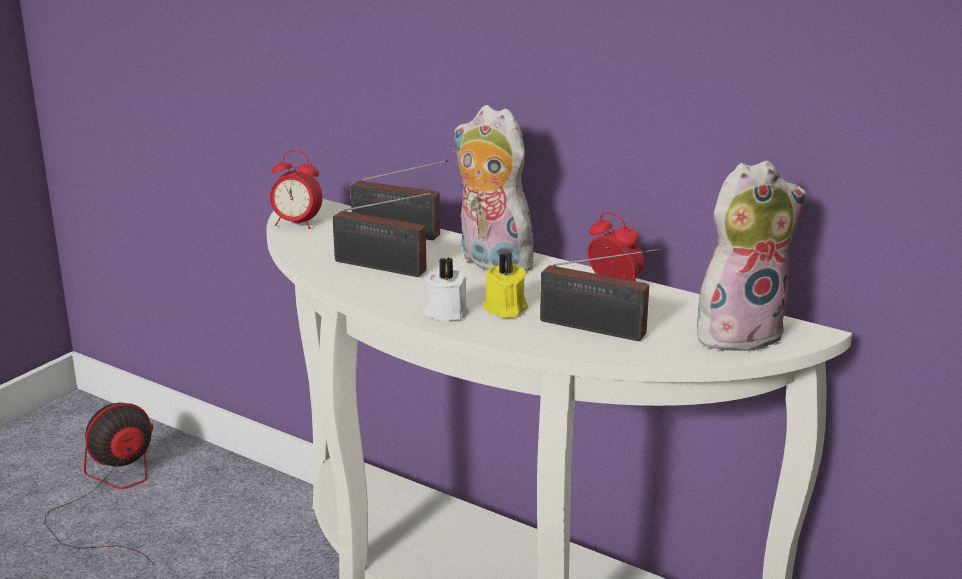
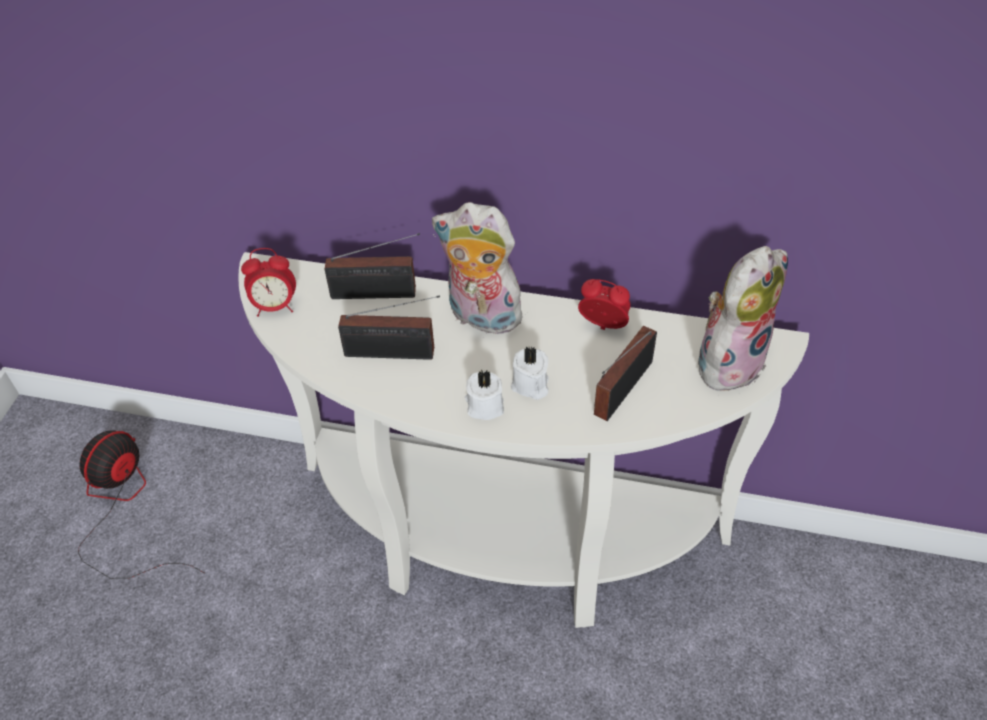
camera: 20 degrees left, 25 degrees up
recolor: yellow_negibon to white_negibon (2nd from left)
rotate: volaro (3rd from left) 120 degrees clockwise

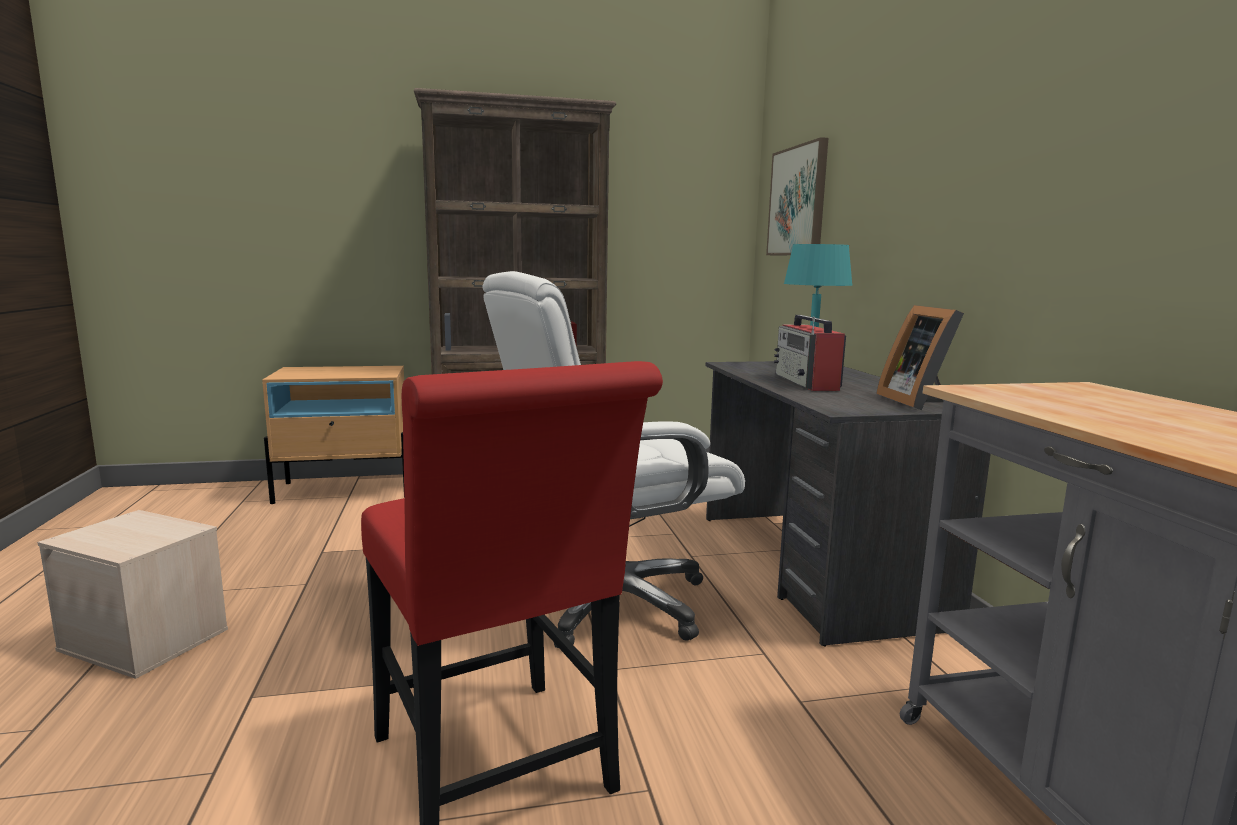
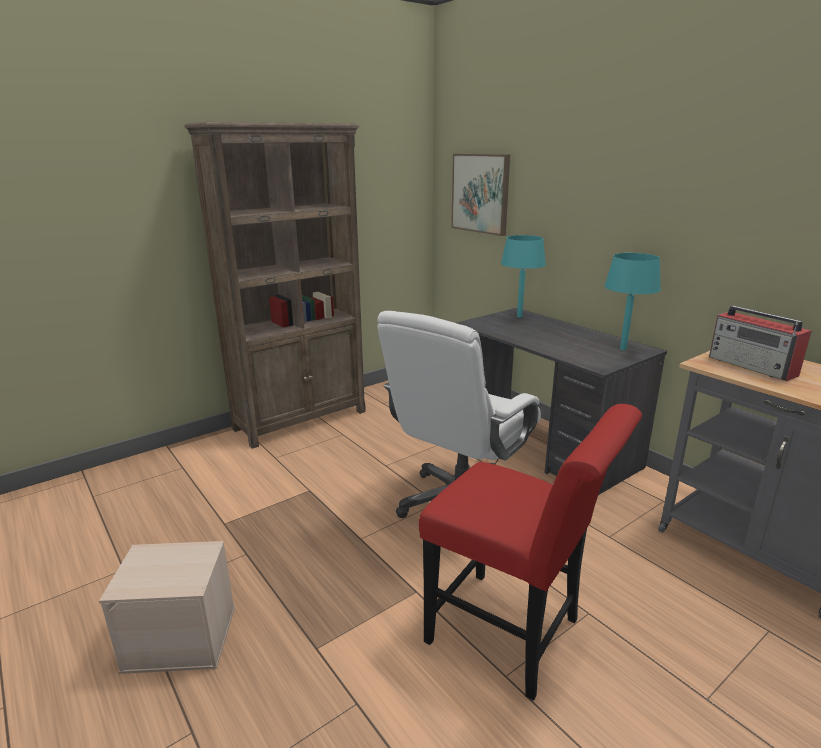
camera: 25 degrees left, 10 degrees up
delete: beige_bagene
move: volaro
replace: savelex to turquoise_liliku (2nd from left)

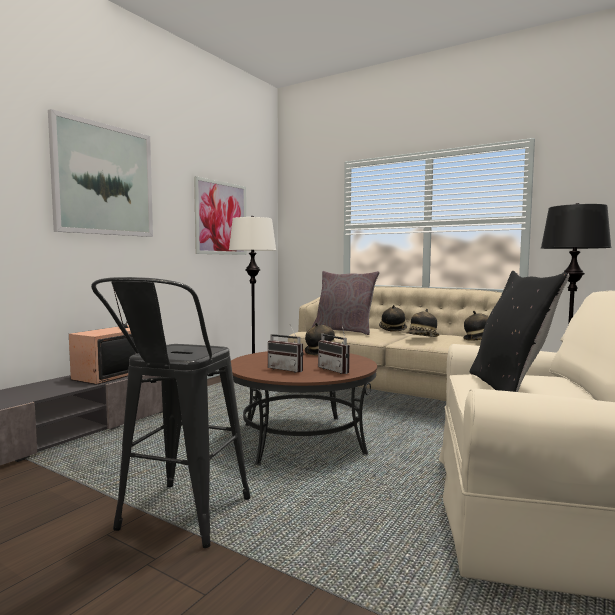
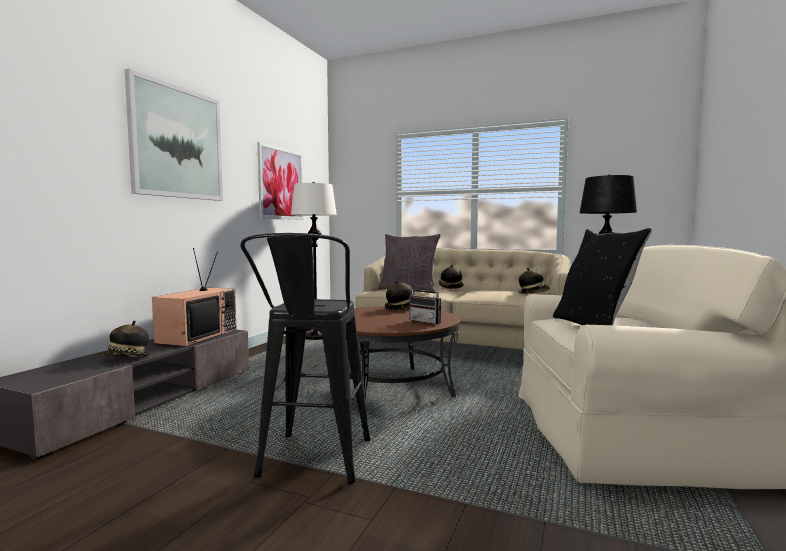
camera: 10 degrees left, 0 degrees up
delete: volaro (1st from left)
move: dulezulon (3rd from left in the first image) to dulezulon (1st from left)

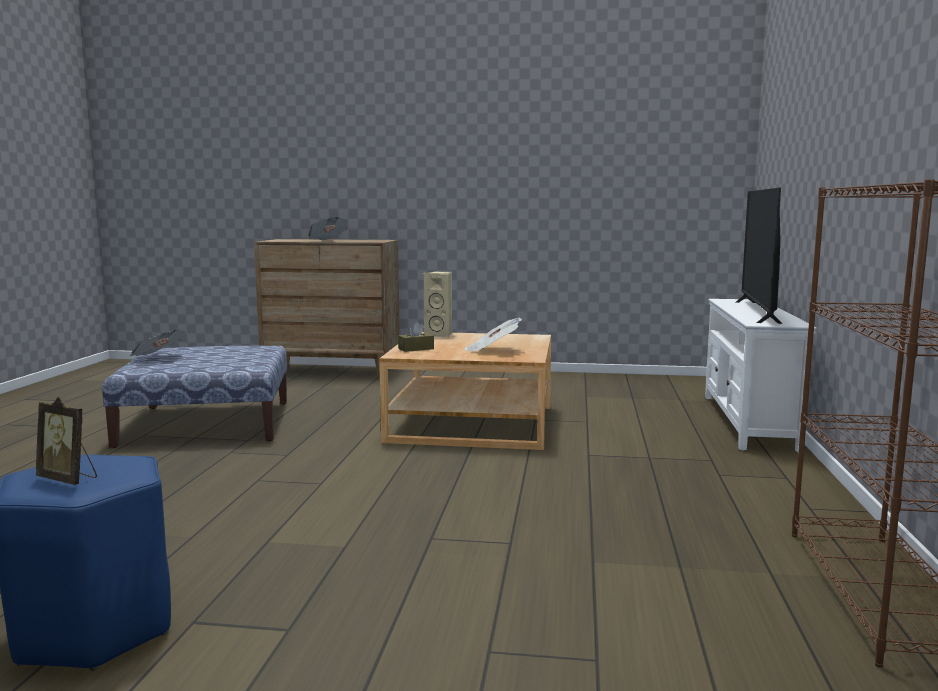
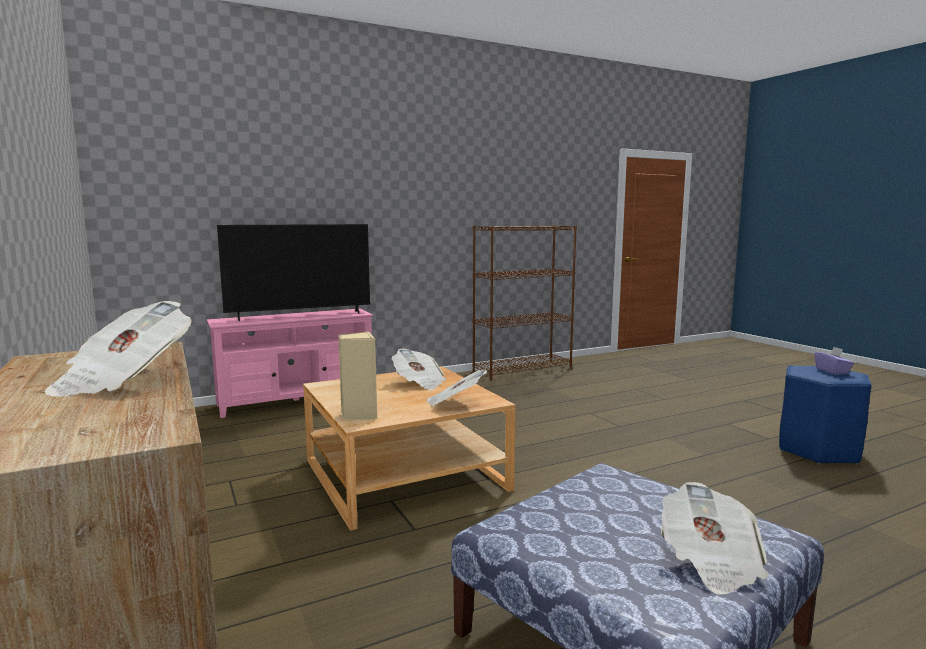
camera: 125 degrees left, 0 degrees up
replace: savelex to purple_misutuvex; brown_misutuvex to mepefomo (3rd from left)
recolor: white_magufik to pink_magufik

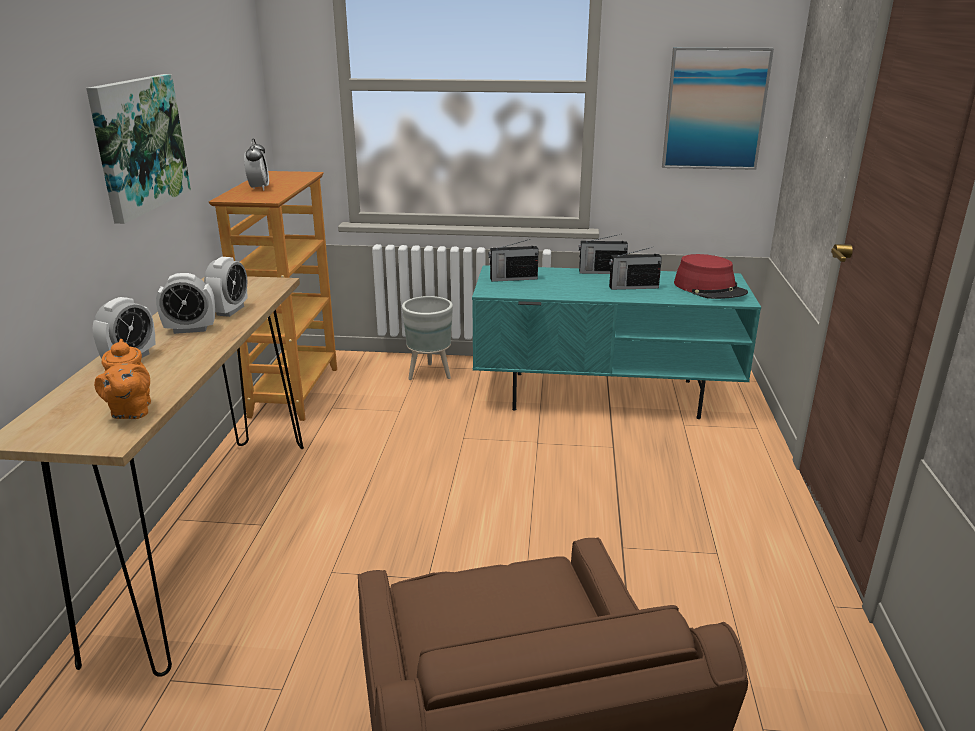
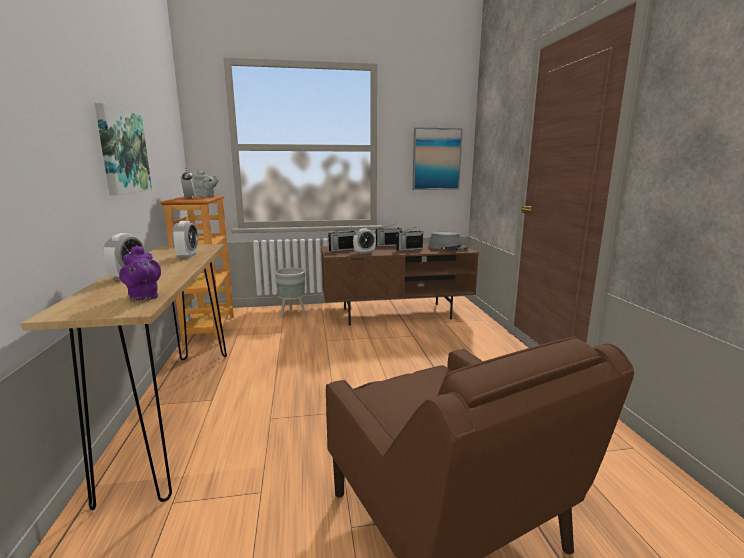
camera: 15 degrees left, 10 degrees down
insert: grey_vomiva
move: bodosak (2nd from left in the first image) to bodosak (4th from left)
recolor: orange_vomiva to purple_vomiva; turquoise_magufik to brown_magufik; red_dulezulon to grey_dulezulon

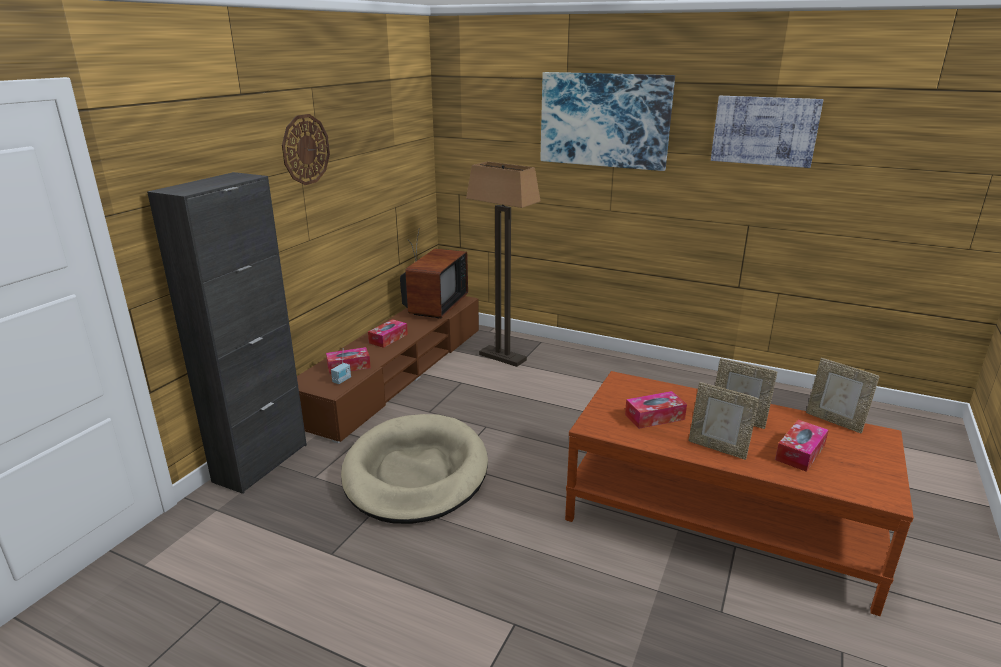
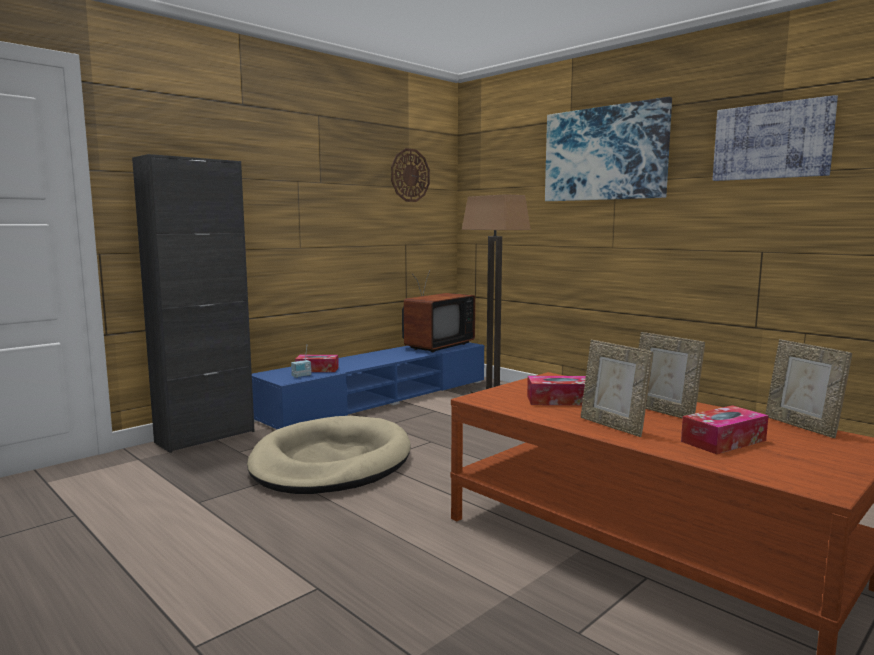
camera: 20 degrees right, 15 degrees down
delete: misutuvex (2nd from left)
move: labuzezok
recolor: brown_magufik to blue_magufik

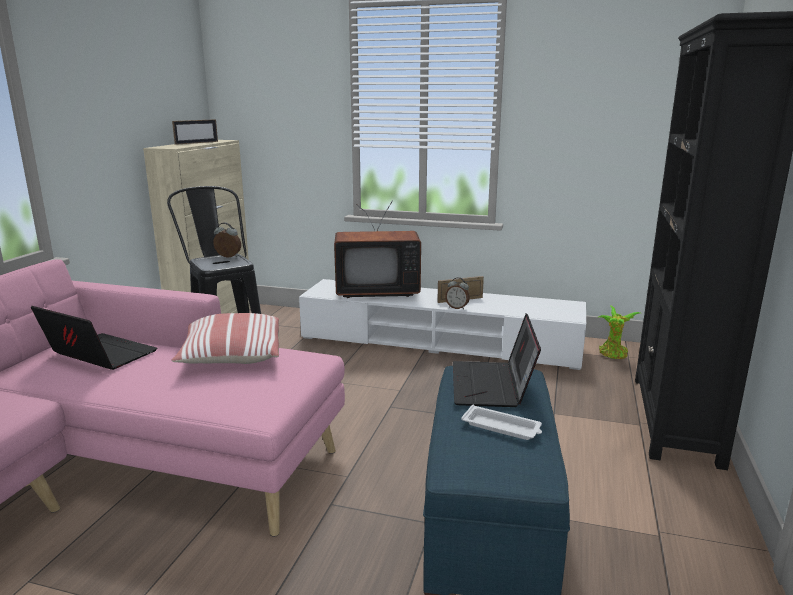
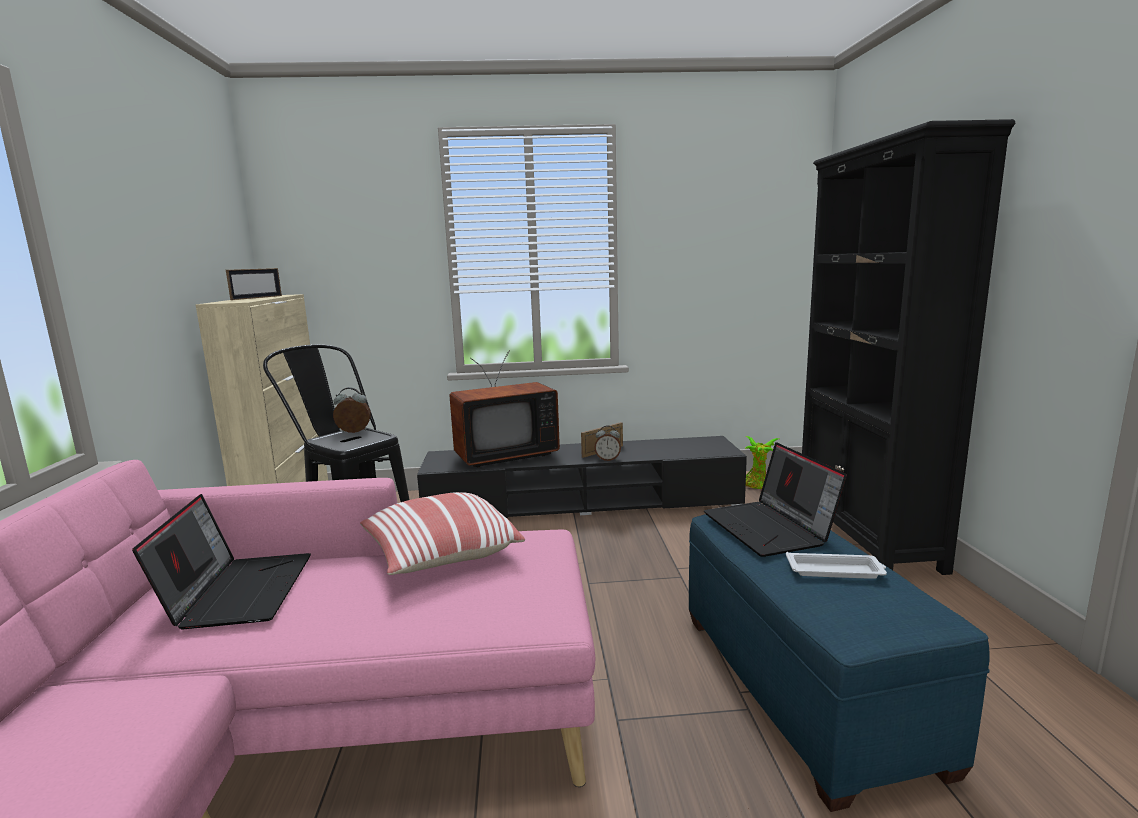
camera: 20 degrees left, 5 degrees down
recolor: white_magufik to black_magufik
rotate: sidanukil (1st from left) 75 degrees clockwise

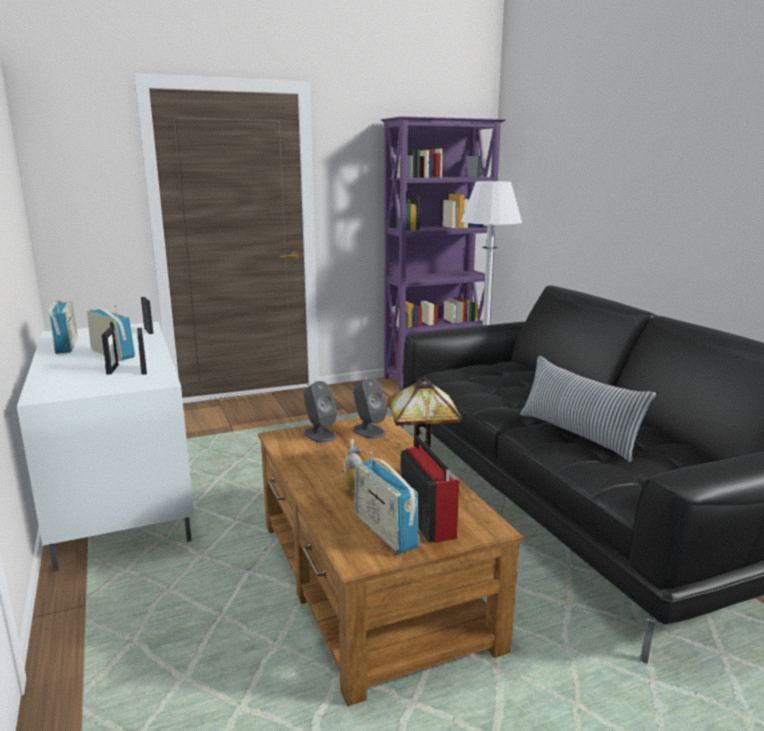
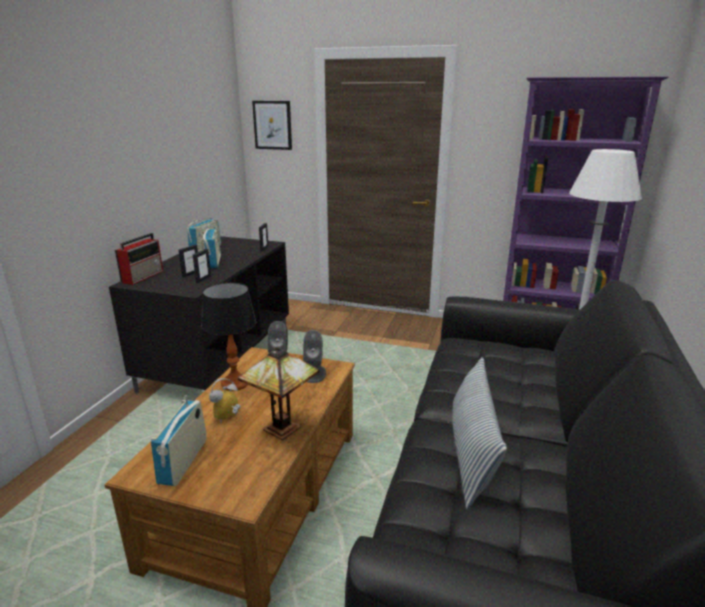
camera: 40 degrees right, 5 degrees up
insert: liliku (1st from left); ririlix
move: volaro (4th from left in the first image) to volaro (1st from left)
recolor: white_magufik to black_magufik

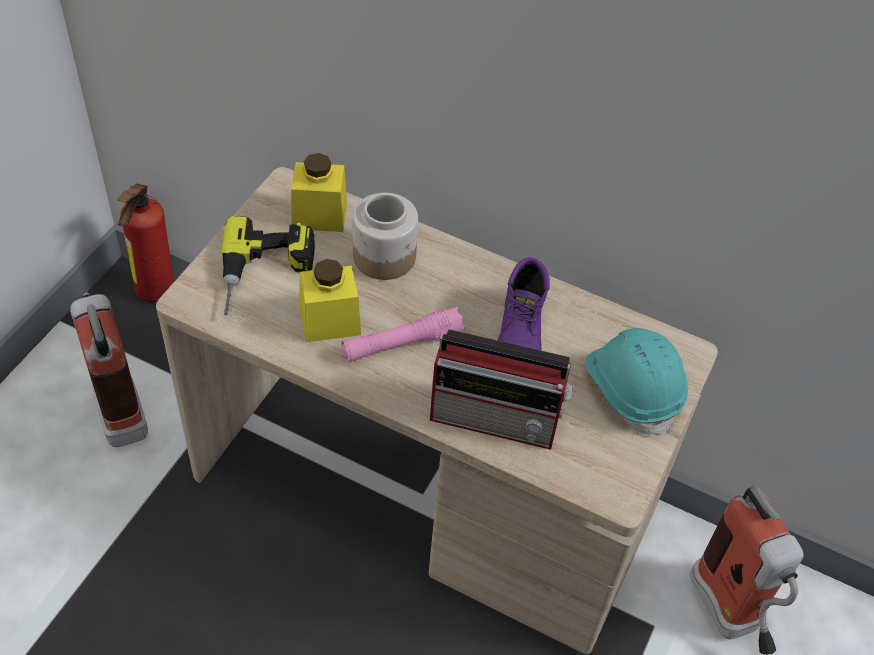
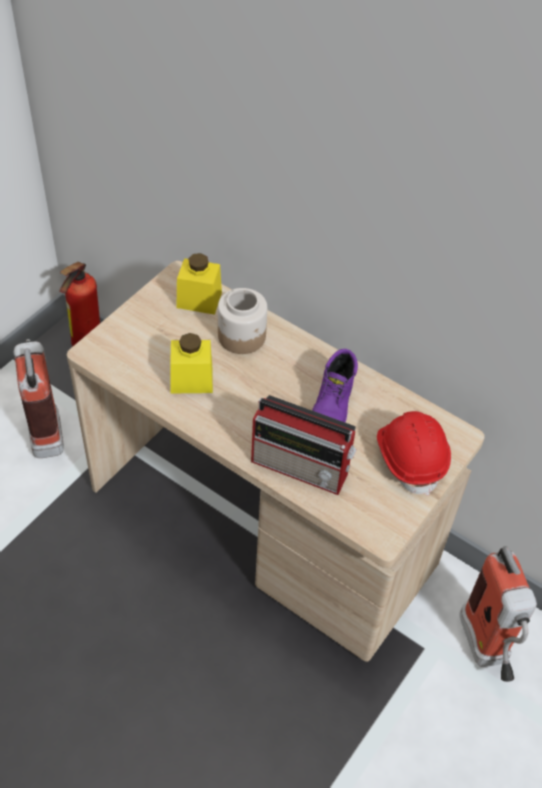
camera: 10 degrees right, 0 degrees up
delete: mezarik; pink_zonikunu
recolor: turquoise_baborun to red_baborun

